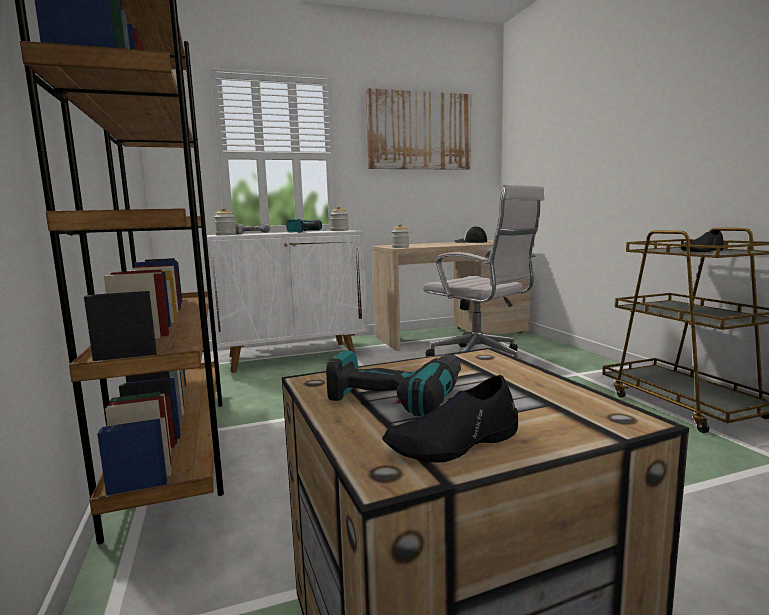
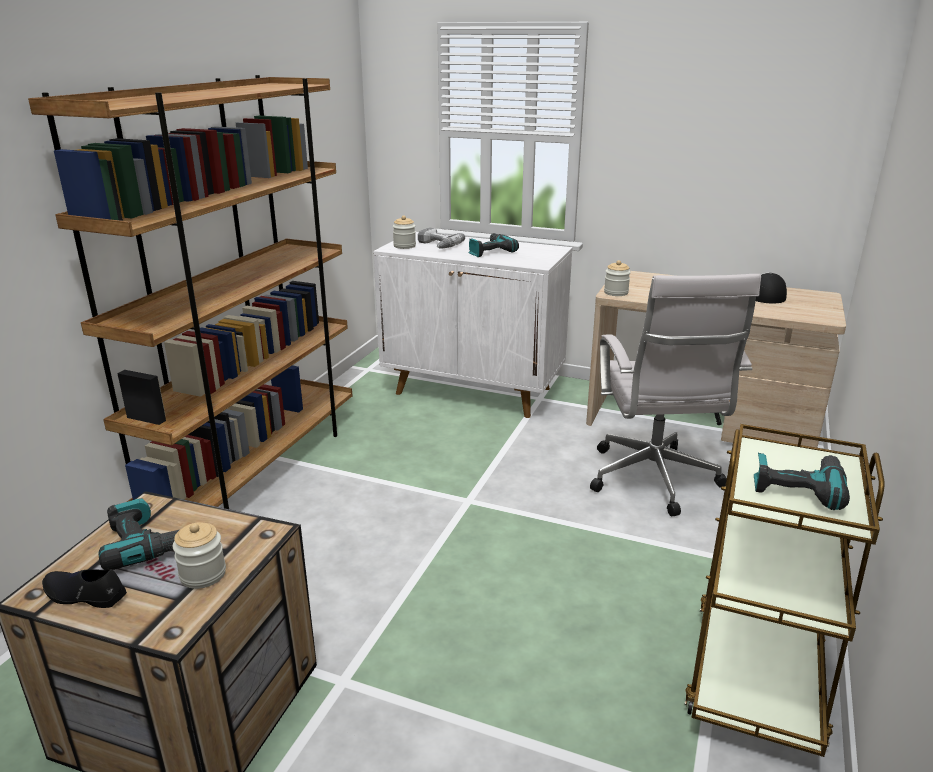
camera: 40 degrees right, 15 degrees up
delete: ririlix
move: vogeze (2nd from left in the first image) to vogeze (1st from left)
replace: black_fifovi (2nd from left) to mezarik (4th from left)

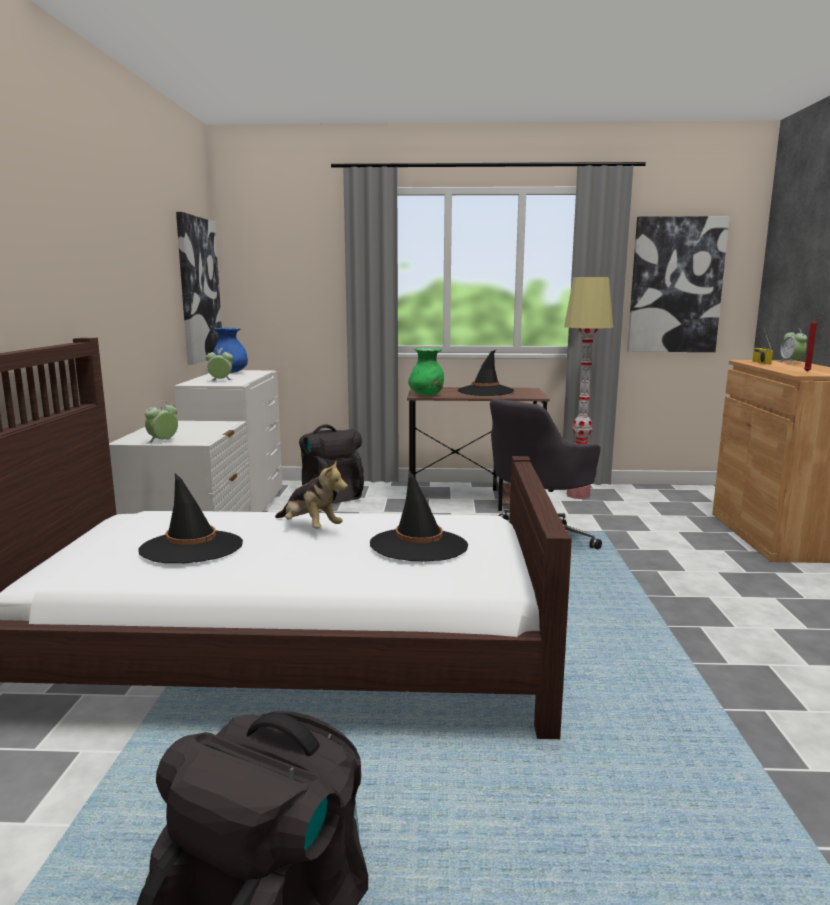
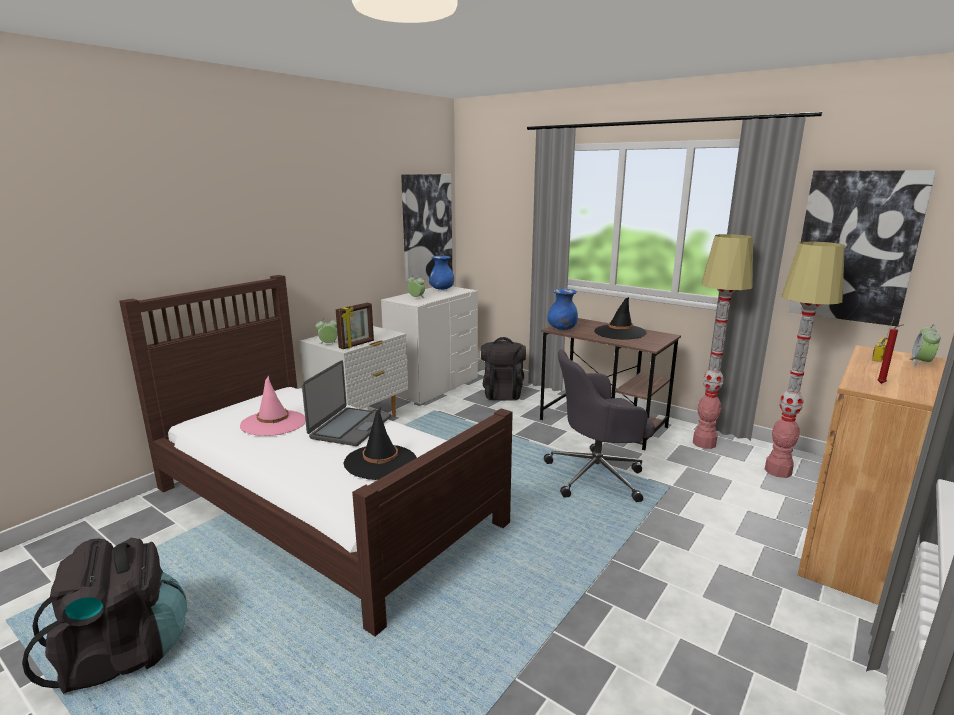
camera: 35 degrees right, 5 degrees up
insert: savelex; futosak (2nd from left)
replace: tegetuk to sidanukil
recolor: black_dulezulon (1st from left) to pink_dulezulon; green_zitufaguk to blue_zitufaguk (2nd from left)

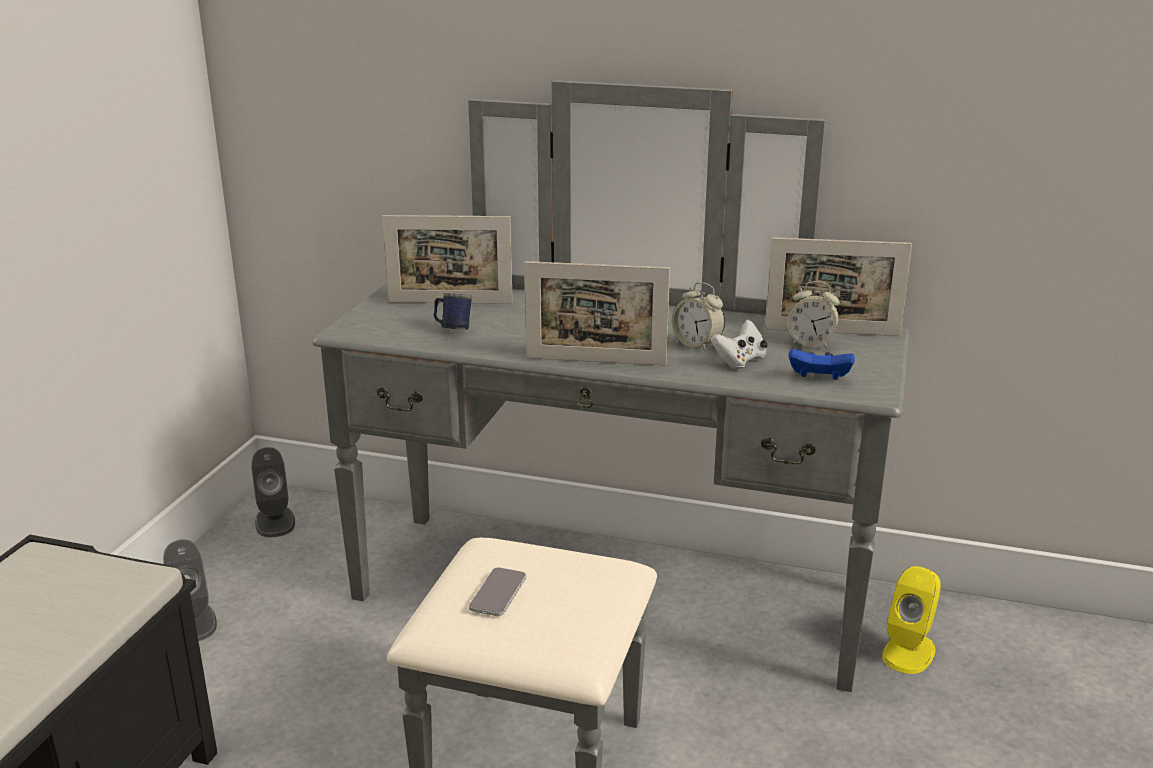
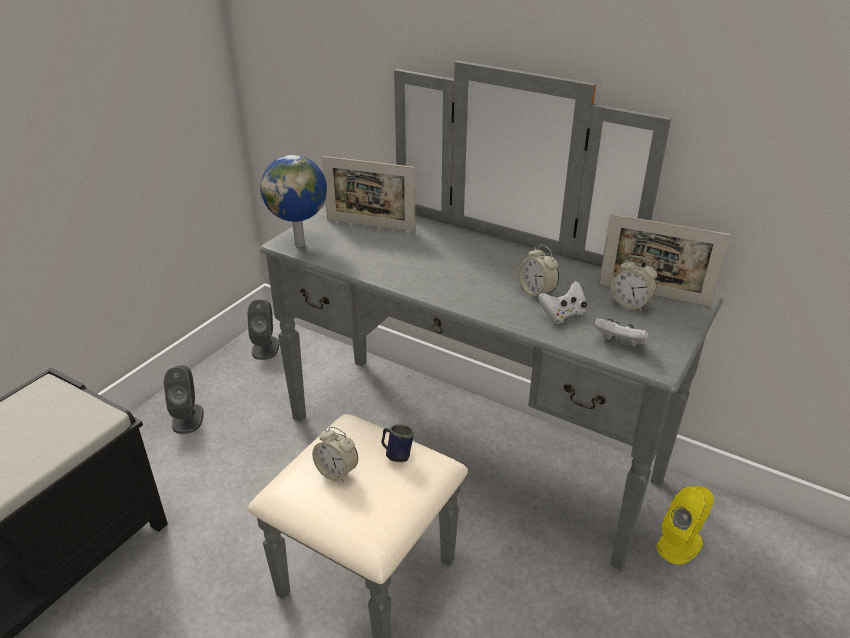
camera: 15 degrees right, 10 degrees up
delete: savelex (2nd from left)
insert: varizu
move: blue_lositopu
replace: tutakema to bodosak (1st from left)
recolor: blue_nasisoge to white_nasisoge (2nd from left)

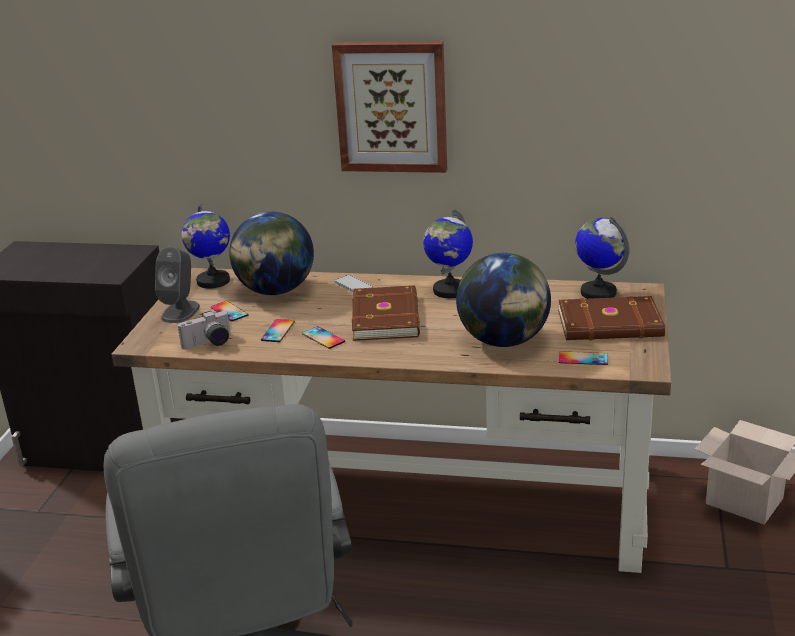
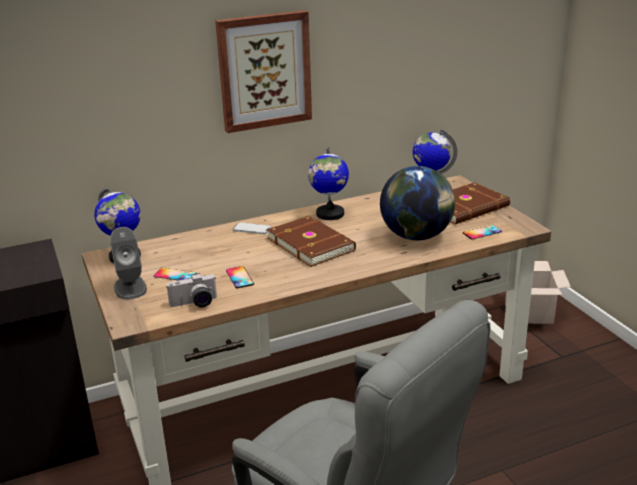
camera: 35 degrees left, 0 degrees up
delete: varizu (2nd from left); tutakema (3rd from left)
rotate: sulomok 45 degrees clockwise

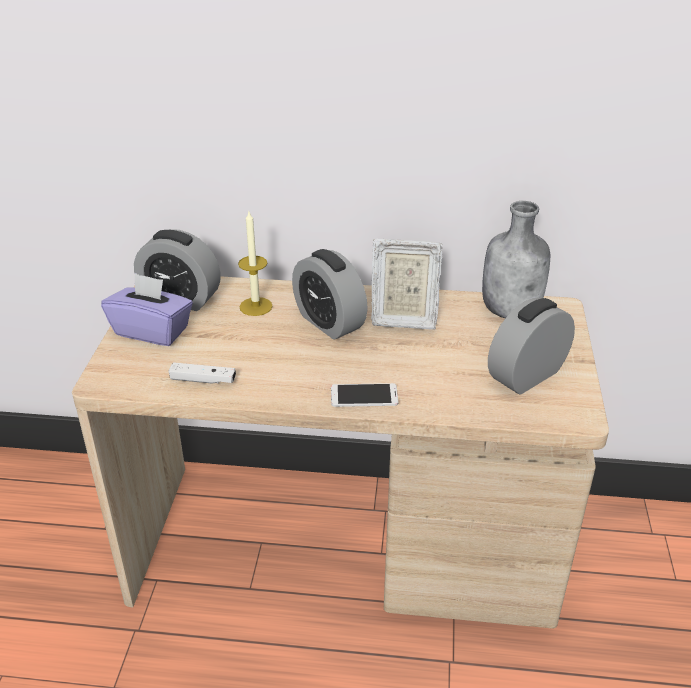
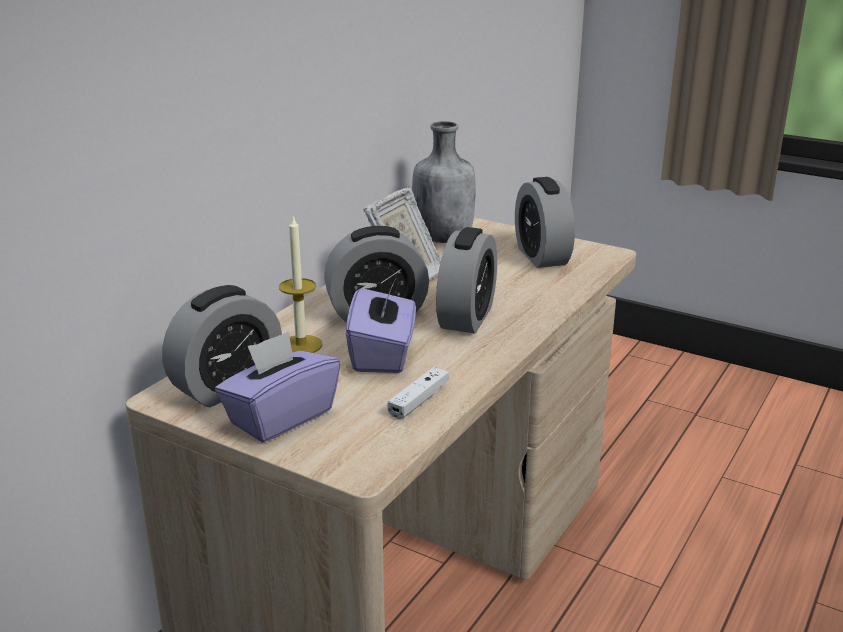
camera: 65 degrees left, 10 degrees down
delete: tutakema
insert: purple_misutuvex (2nd from left); bodosak (3rd from left)

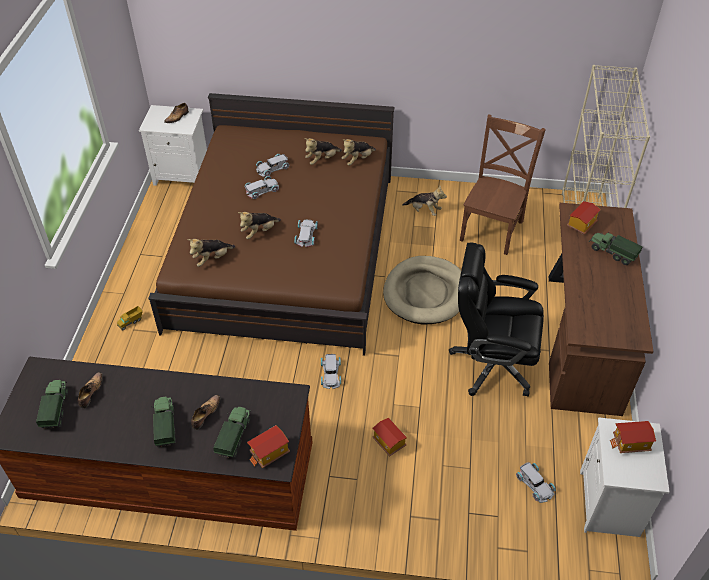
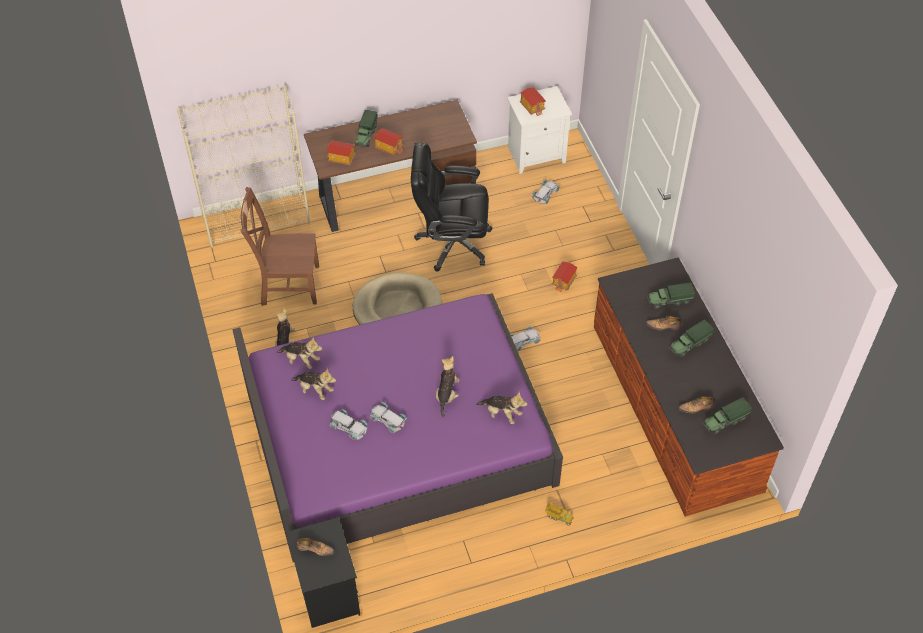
camera: 115 degrees left, 5 degrees up
delete: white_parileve (3rd from left)
move: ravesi (1st from left in the first image) to ravesi (2nd from left)
recolor: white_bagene (1st from left) to black_bagene; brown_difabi to purple_difabi
rotate: tegetuk (2nd from left in the first image) 105 degrees counterclockwise; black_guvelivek 105 degrees clockwise

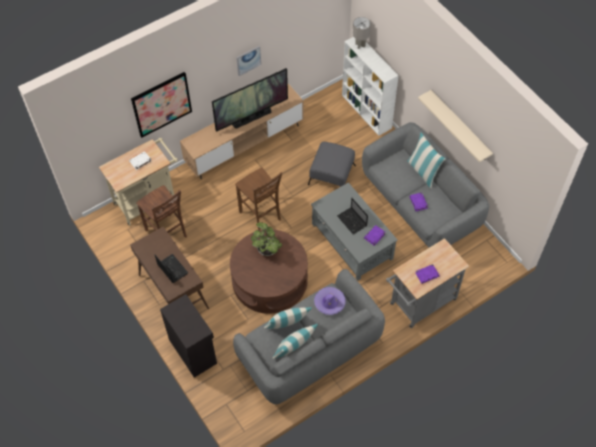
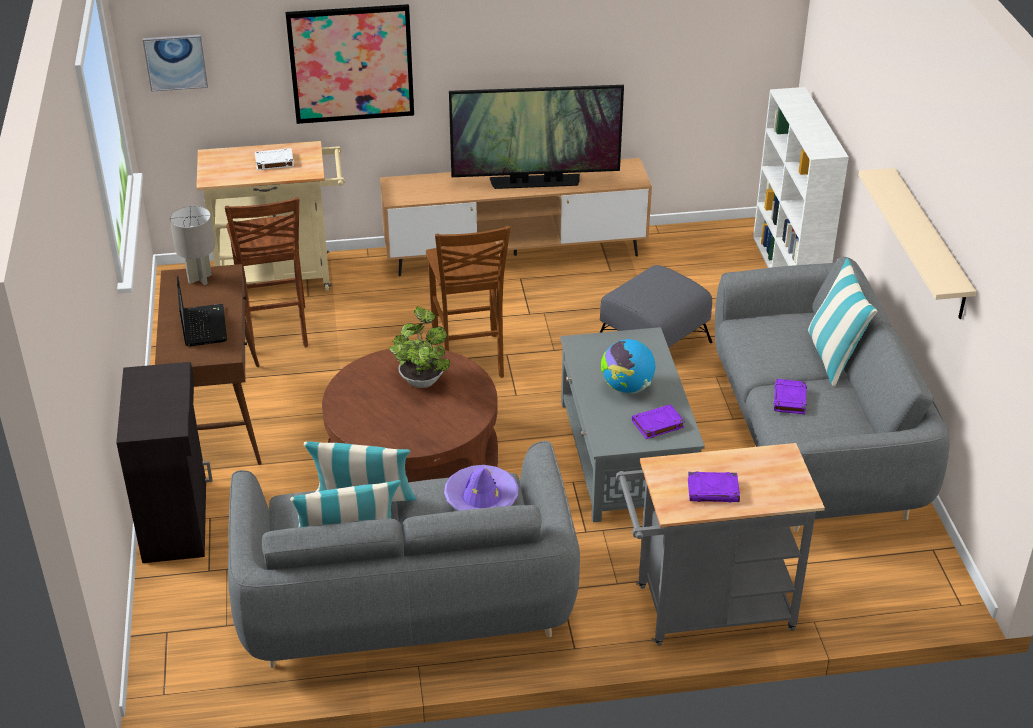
camera: 25 degrees right, 20 degrees down
move: ririlix (2nd from left in the first image) to ririlix (1st from left); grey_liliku
replace: sidanukil (2nd from left) to varizu

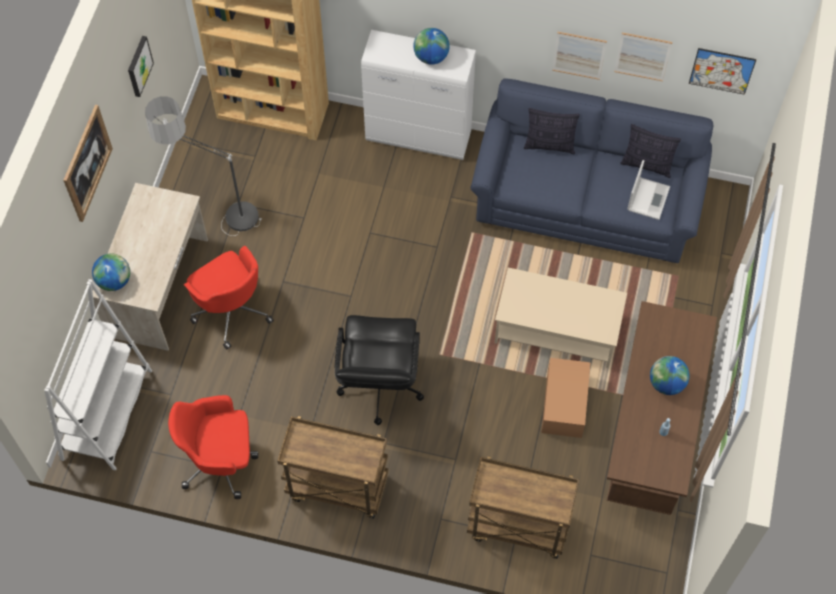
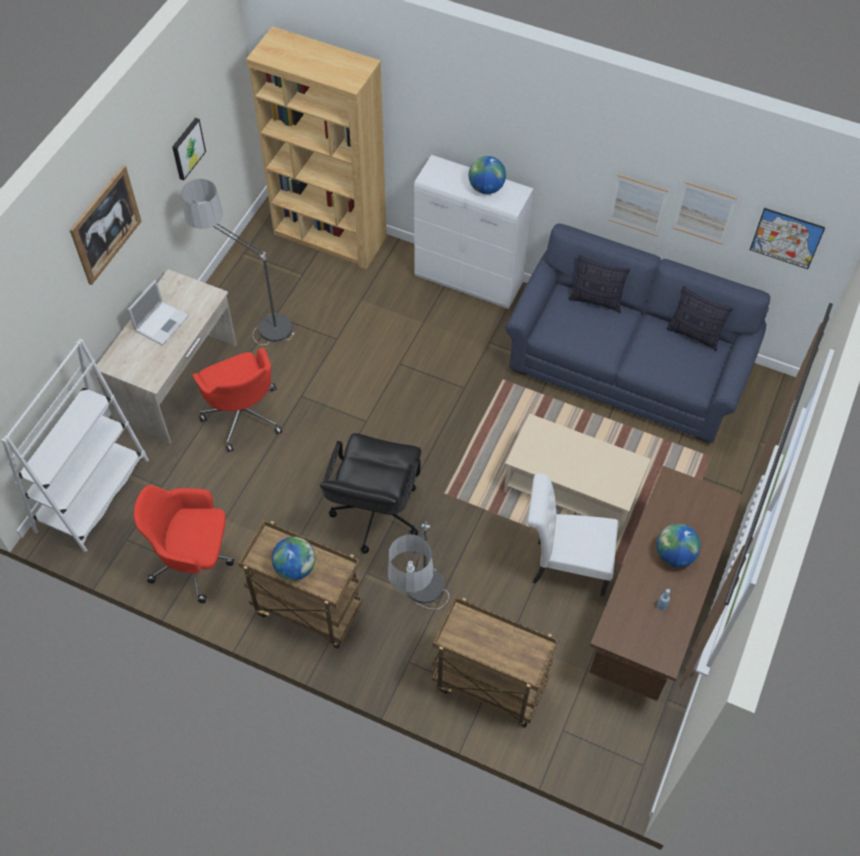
camera: 10 degrees right, 5 degrees down
insert: futosak (2nd from left)
move: varizu (1st from left); sidanukil
replace: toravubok to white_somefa

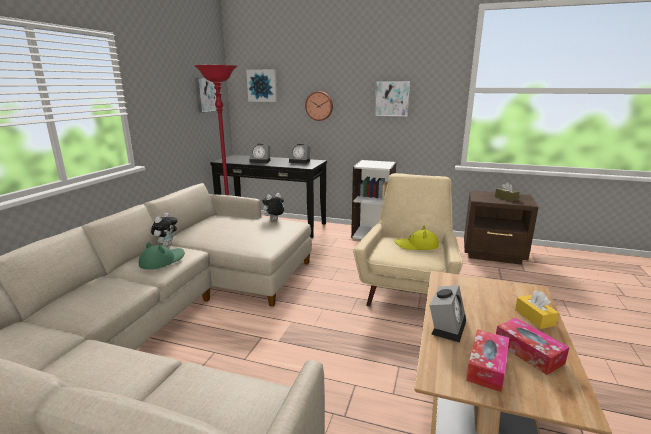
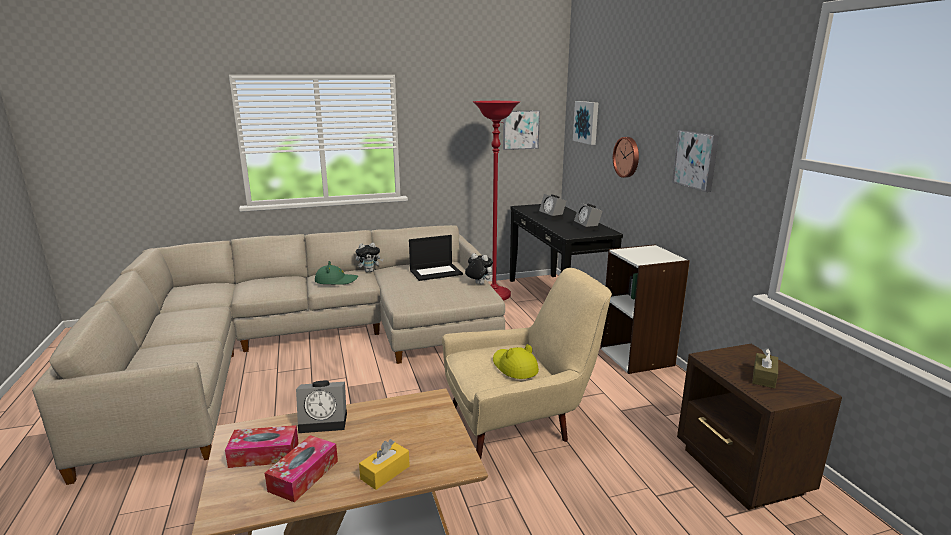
camera: 55 degrees right, 0 degrees up
insert: sidanukil

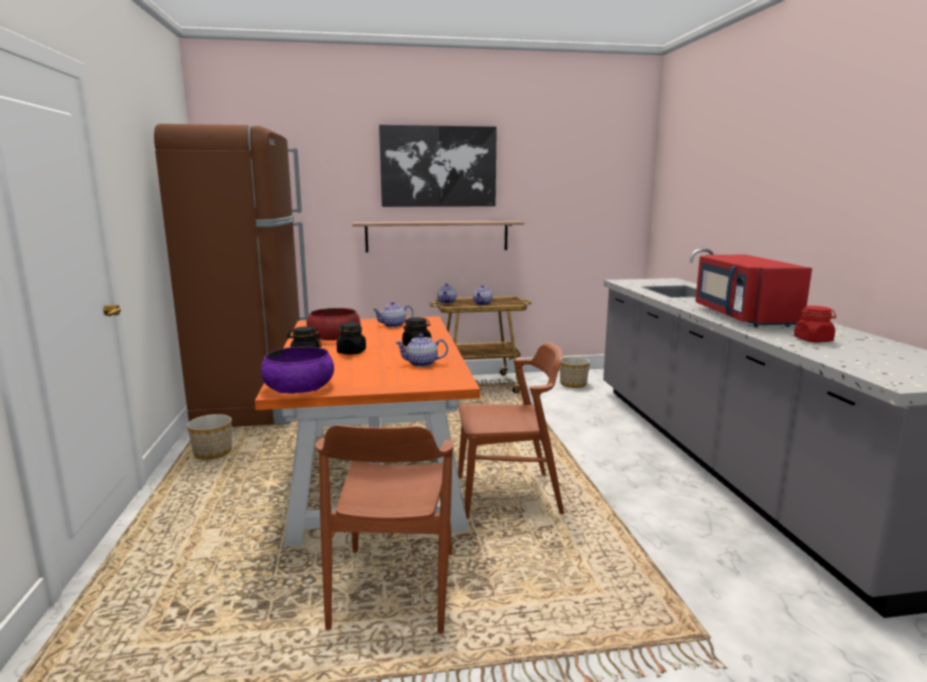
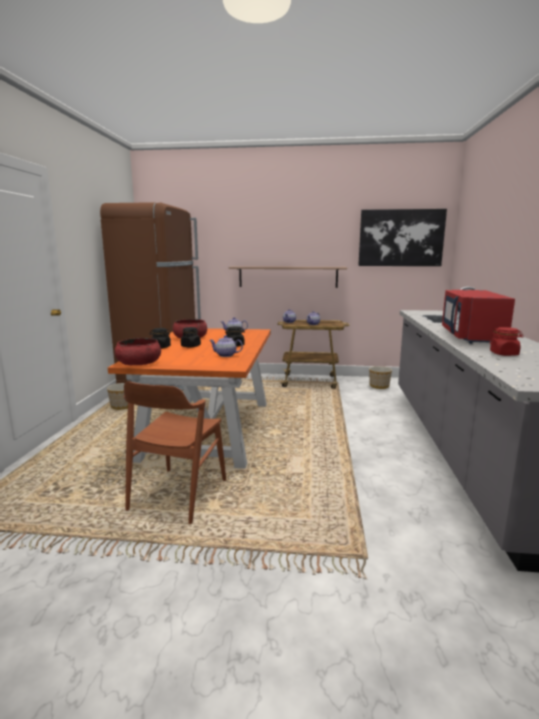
camera: 15 degrees right, 0 degrees up
delete: brown_somefa (2nd from left)
move: ririlix
recolor: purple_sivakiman to red_sivakiman (1st from left)

